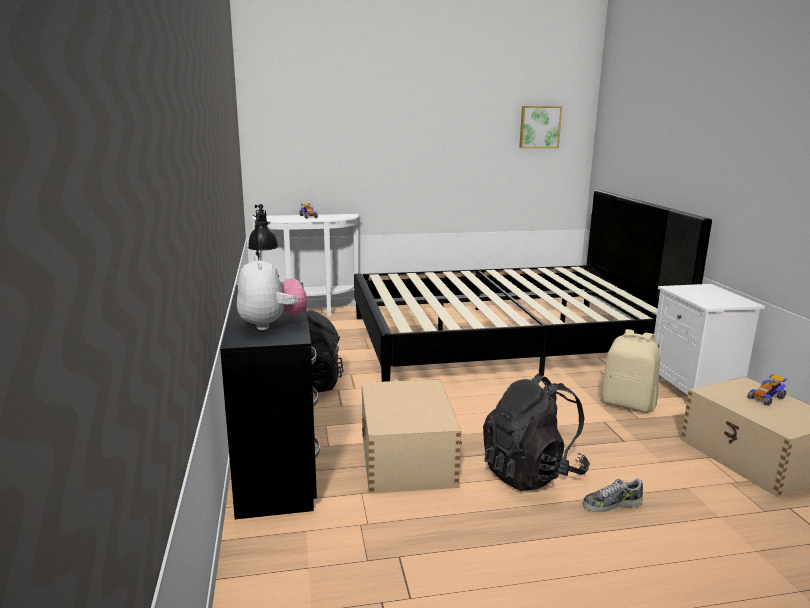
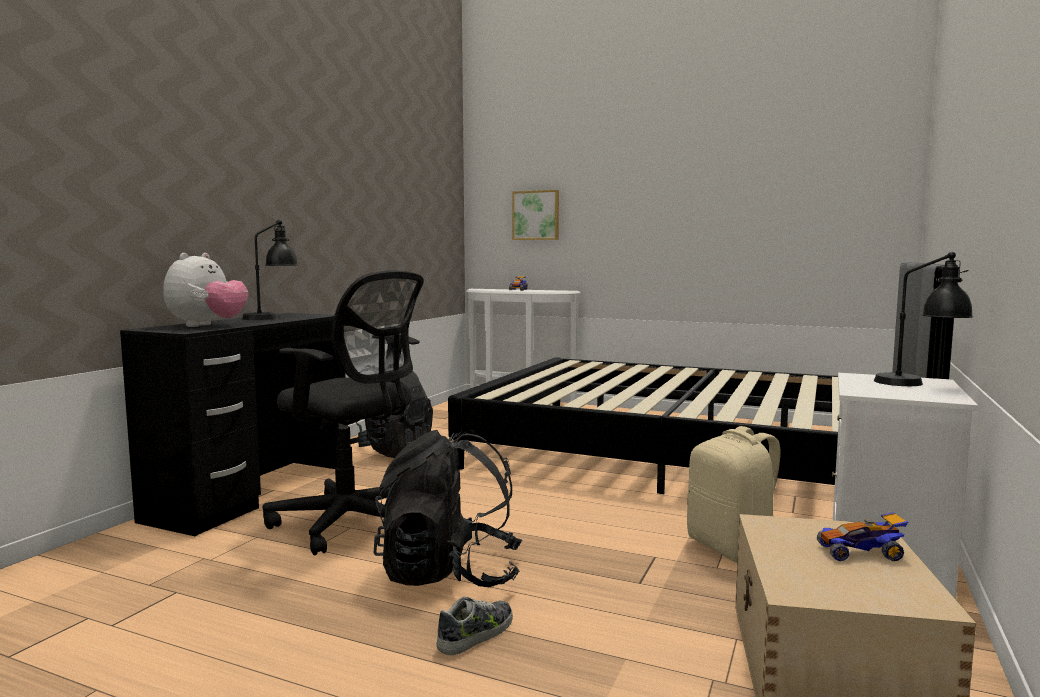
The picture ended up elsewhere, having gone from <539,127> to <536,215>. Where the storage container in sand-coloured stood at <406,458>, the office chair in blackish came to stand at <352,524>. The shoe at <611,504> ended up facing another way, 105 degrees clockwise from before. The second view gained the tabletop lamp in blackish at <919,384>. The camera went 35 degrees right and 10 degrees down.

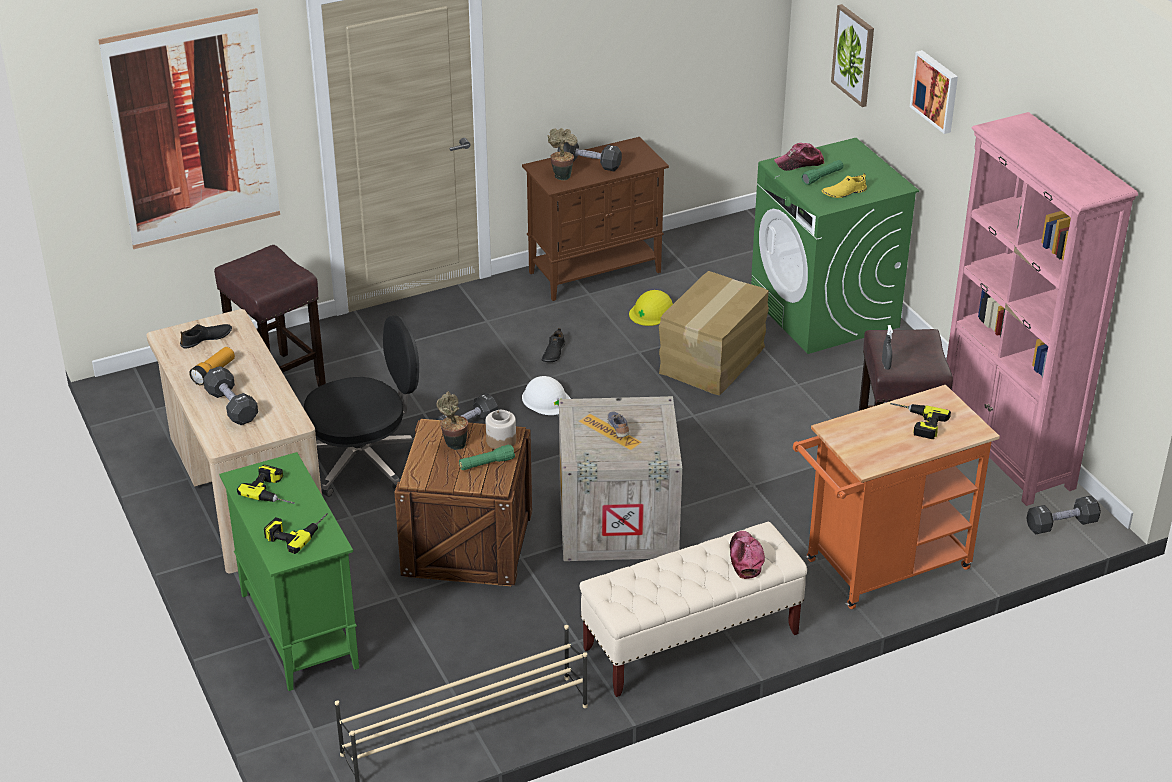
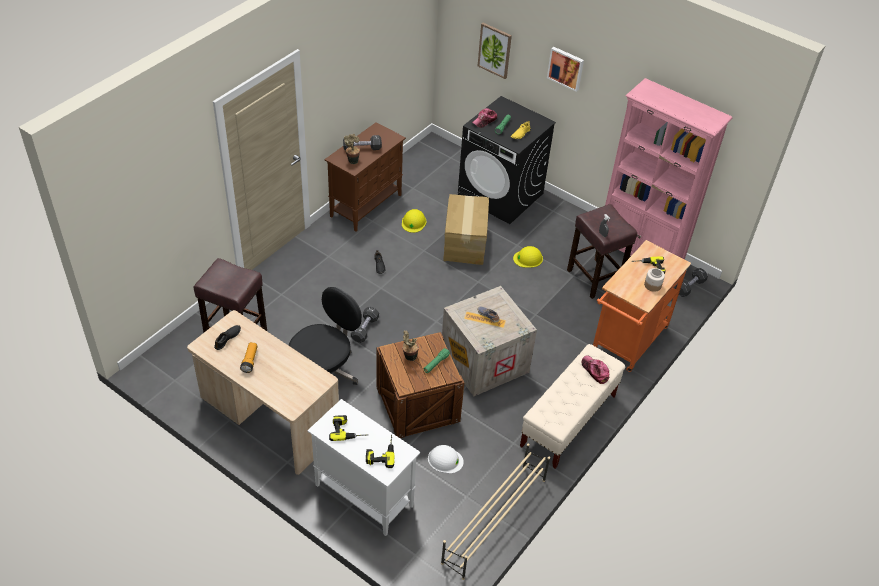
The second view lost the picture at <193,130>. What was the laundry appliance in greenish at <825,312> turned into the laundry appliance in blackish at <501,195>. The second view lost the hand weight in blackish at <232,406>. The hard hat in white ended up elsewhere, having gone from <546,399> to <445,460>. The preserve jar ended up elsewhere, having gone from <501,441> to <652,285>. What was the storage cabinet in greenish at <298,629> turned into the storage cabinet in white at <363,495>. The second view gained the hard hat in yellow-coloured at <528,258>. The camera went 30 degrees left and 10 degrees up.

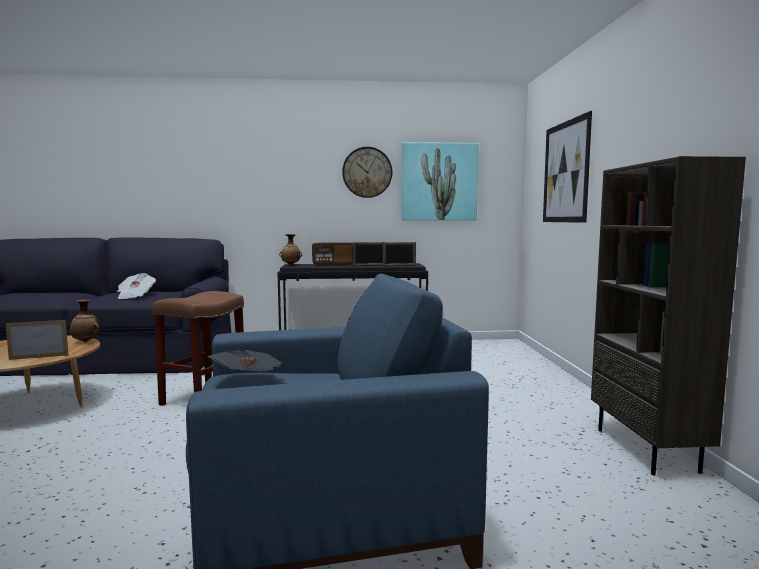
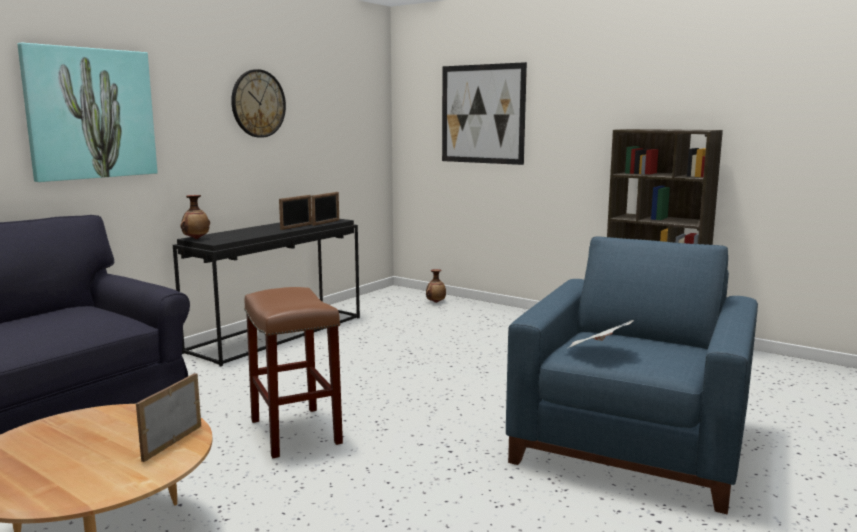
The picture ended up elsewhere, having gone from <439,182> to <90,114>. The second view lost the radio set at <333,265>. The second view lost the printed paper at <135,296>. The flower vase ended up elsewhere, having gone from <86,341> to <435,302>. The camera went 50 degrees left and 5 degrees up.

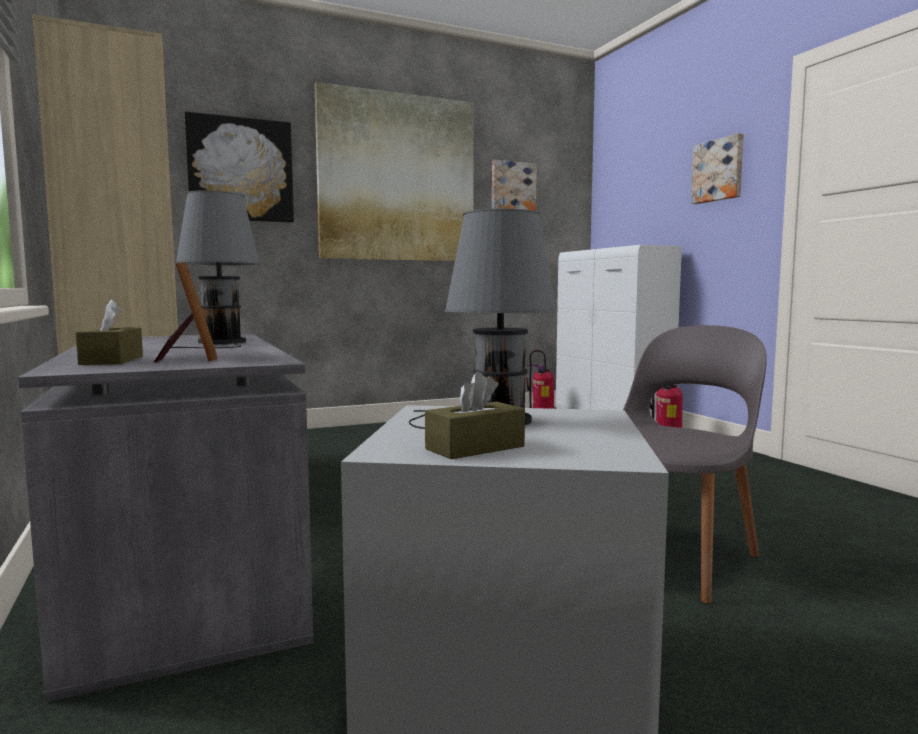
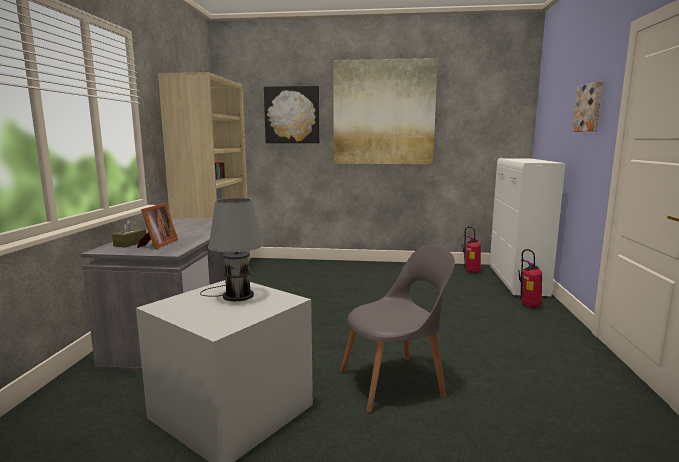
The second view lost the picture at <512,187>. The second view lost the tabletop lamp in grey at <221,343>. The second view lost the tissue holder in brown-coloured at <475,447>. The camera went 30 degrees right and 5 degrees up.

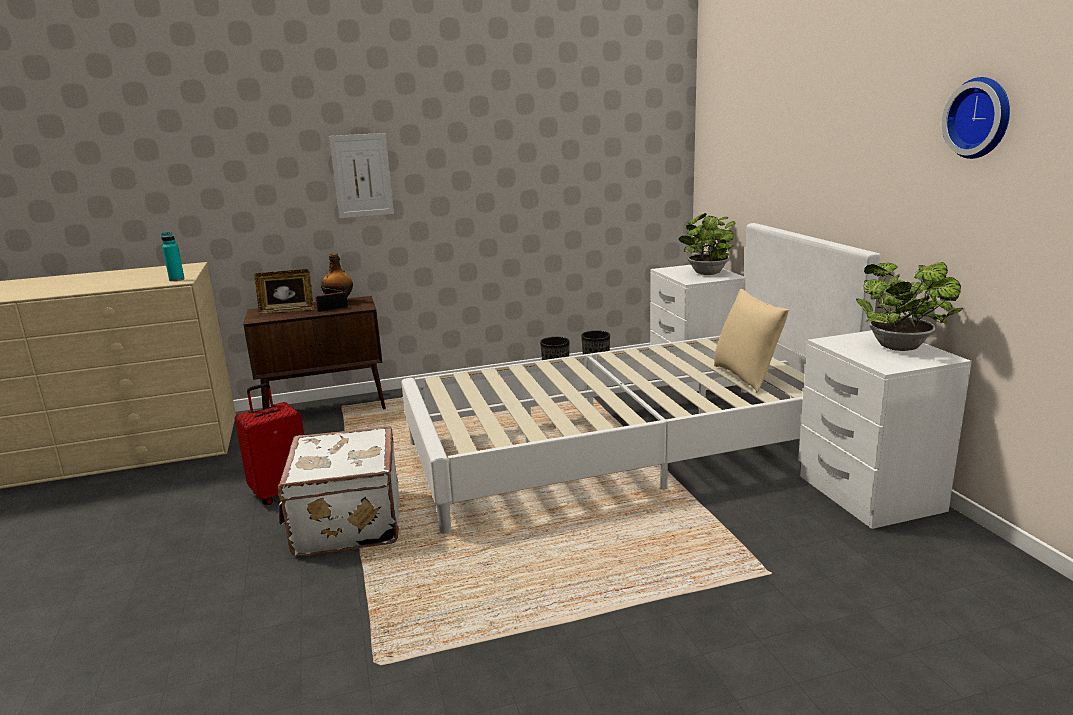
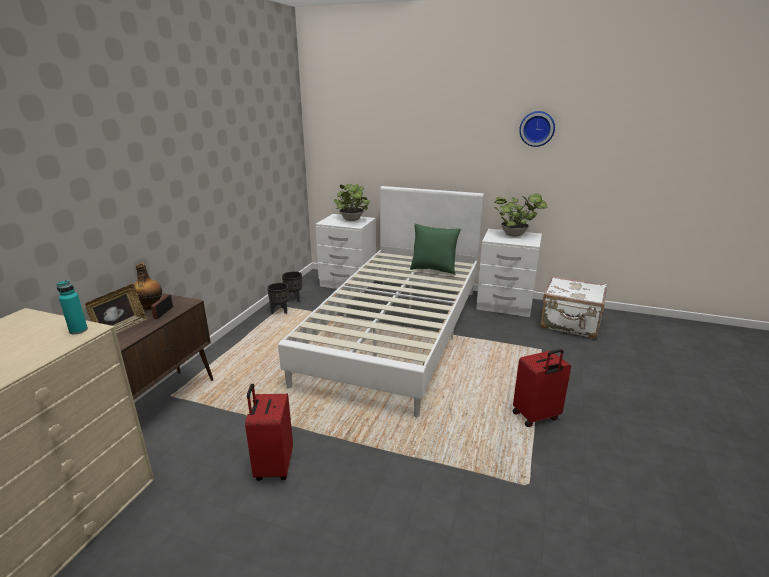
The second view lost the picture at <362,175>. What was the pillow in sand-coloured at <746,377> turned into the pillow in greenish at <433,269>. The piece of luggage in white ended up elsewhere, having gone from <346,523> to <570,324>. The second view gained the piece of luggage in reddish at <536,416>. The camera went 55 degrees left and 5 degrees up.

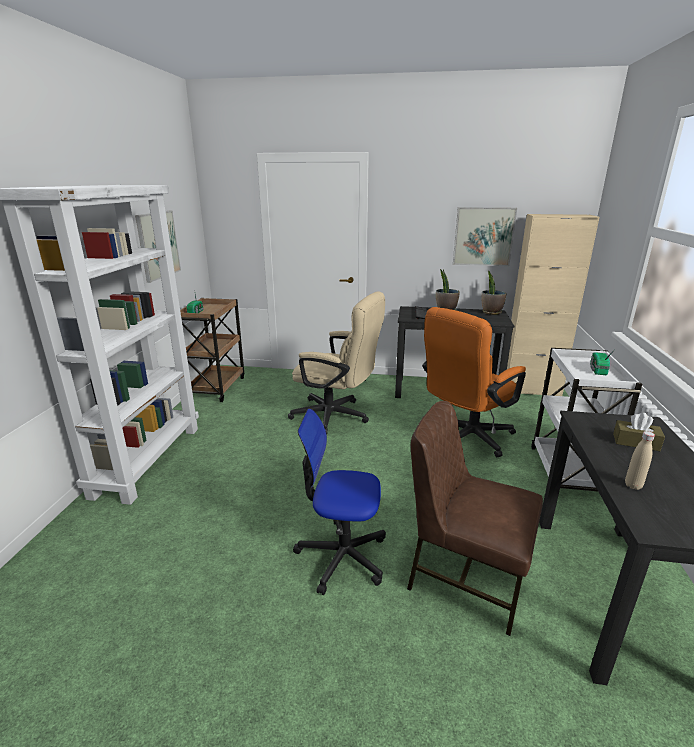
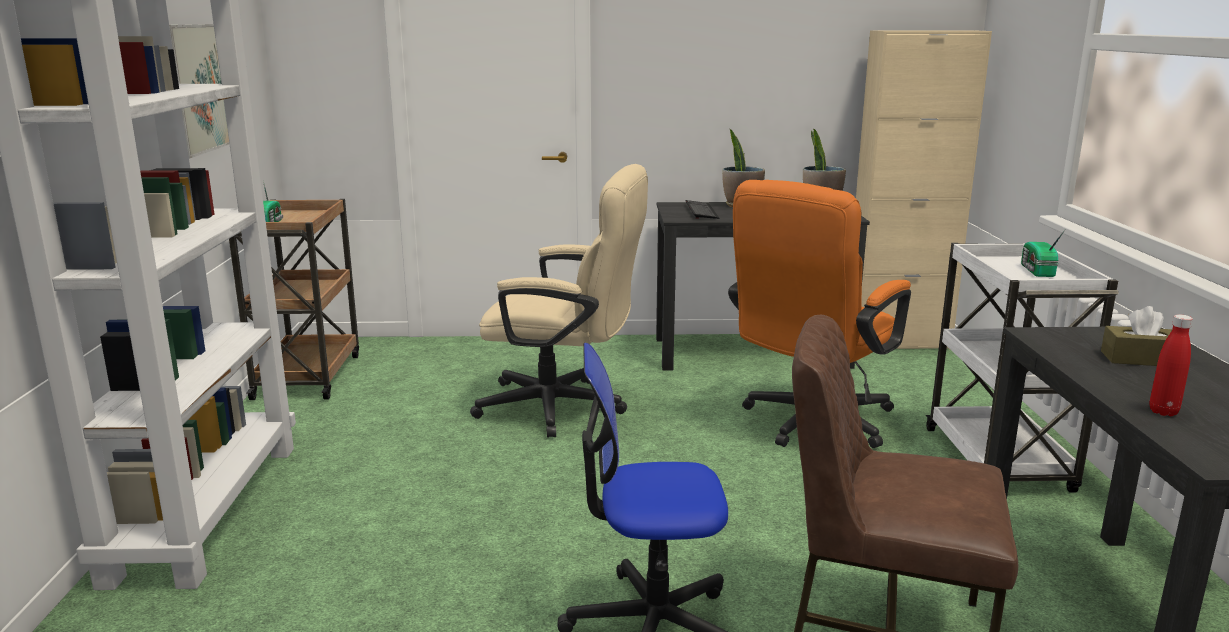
The second view lost the picture at <483,236>. What was the beverage bottle in sand-coloured at <633,485> turned into the beverage bottle in reddish at <1163,412>. The camera went 10 degrees left and 5 degrees down.

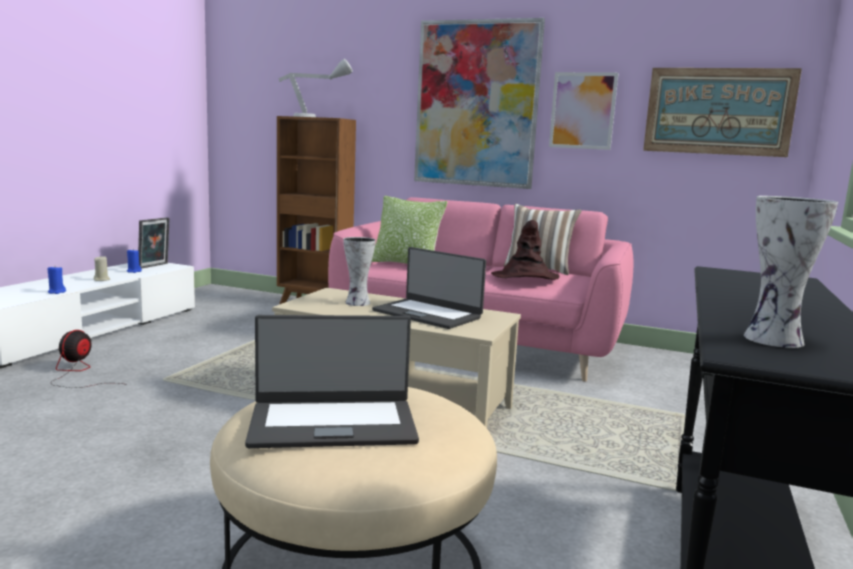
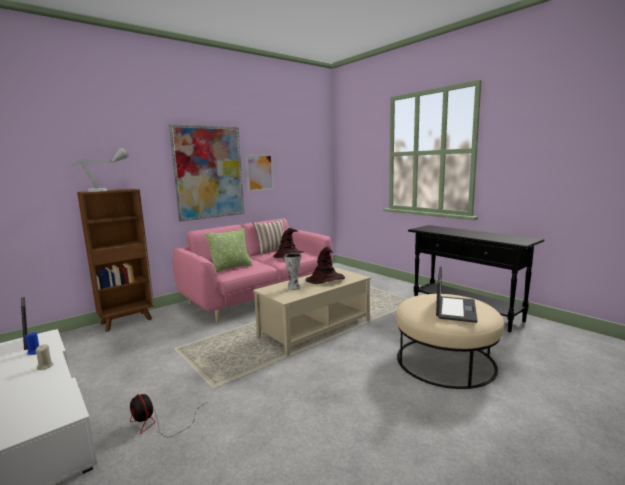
The second view lost the picture at <718,111>. The second view lost the flower vase at <774,340>. Where the laptop stood at <428,314>, the clothing hat in brown-coloured came to stand at <325,279>. The second view lost the wax light in blue at <56,292>. The camera went 60 degrees left and 0 degrees up.

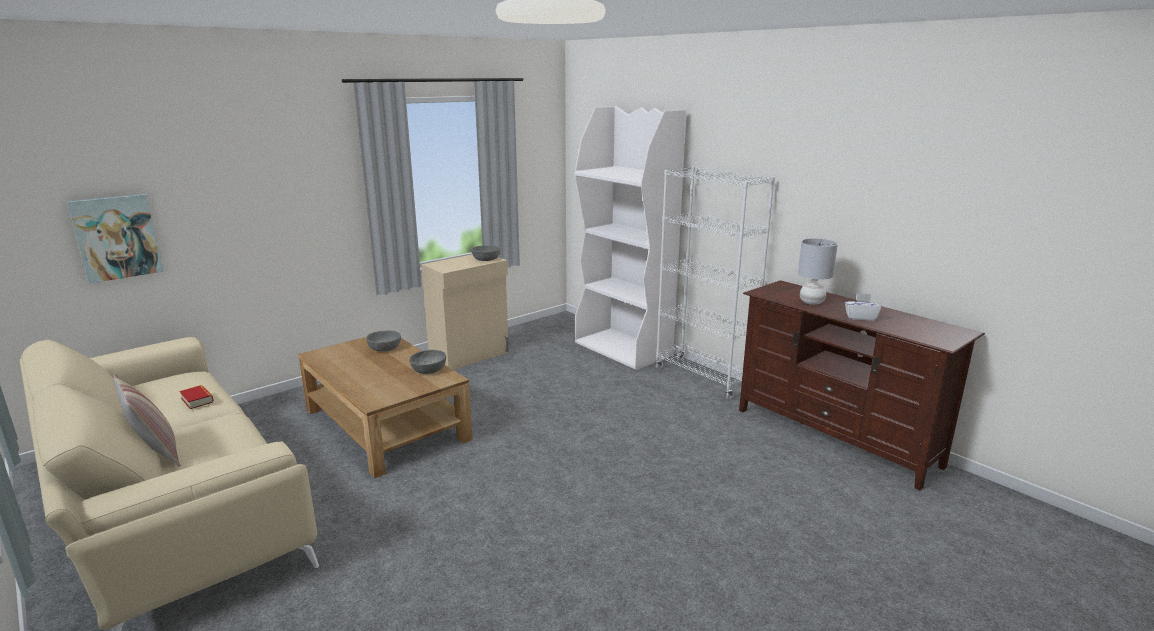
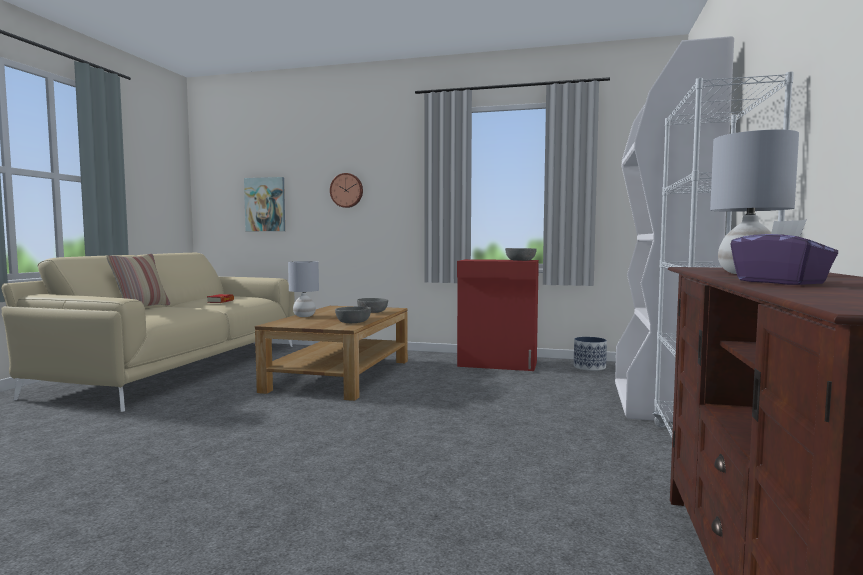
What was the storage cabinet in sand-coloured at <470,355> turned into the storage cabinet in reddish at <498,364>. What was the tissue holder in white at <860,317> turned into the tissue holder in purplish at <780,282>. The second view gained the clock on the wall at <347,190>. The second view gained the tabletop lamp in grey at <304,316>. The second view gained the flower pot at <589,367>. The camera went 55 degrees right and 15 degrees down.

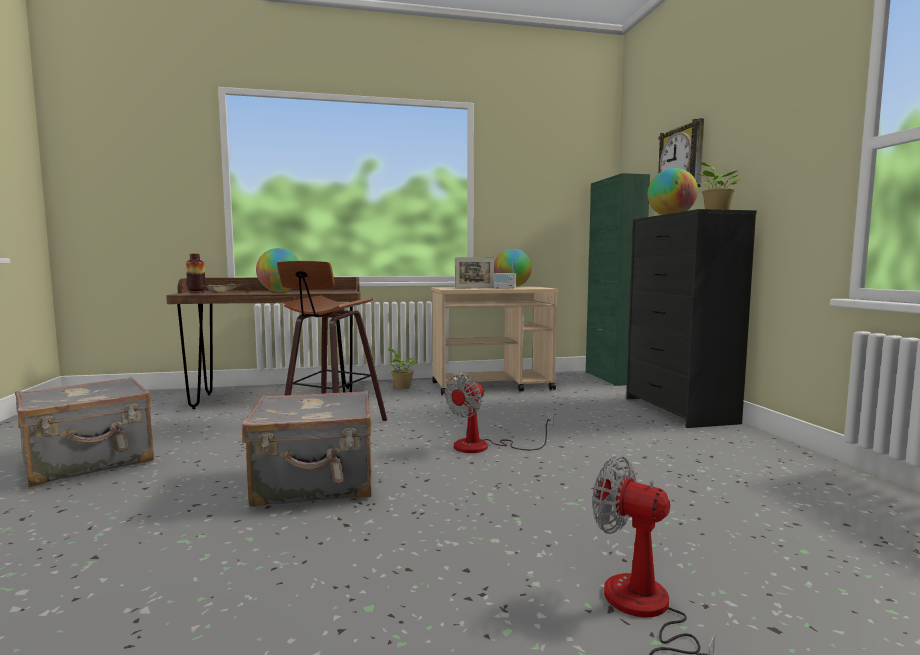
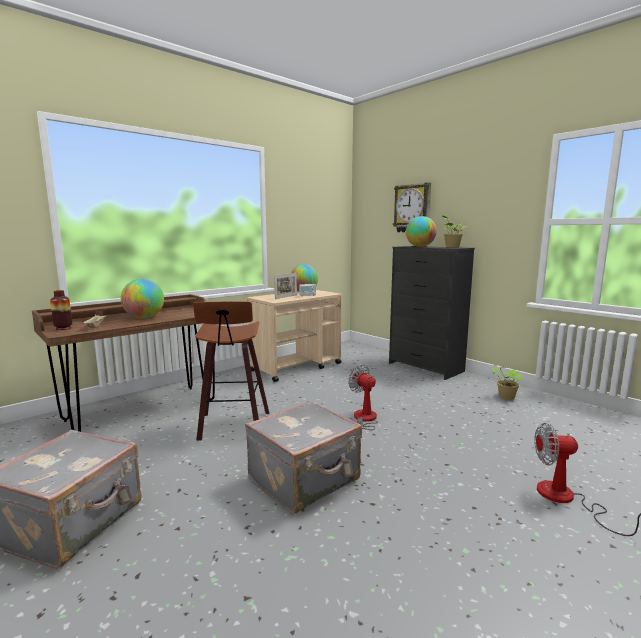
The second view lost the storage cabinet in greenish at <611,378>. The houseplant ended up elsewhere, having gone from <401,386> to <505,397>. The fan at <484,447> ended up facing another way, 135 degrees clockwise from before. The camera went 30 degrees left and 5 degrees up.

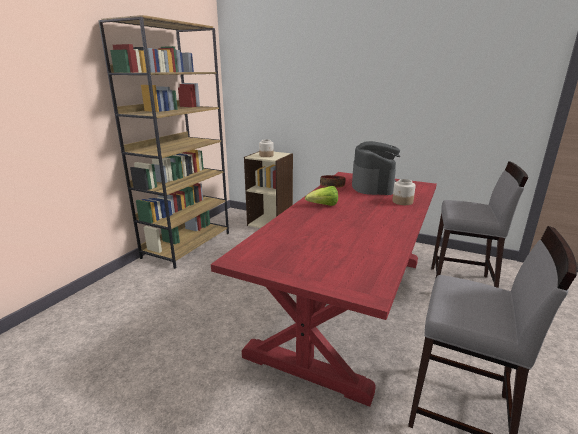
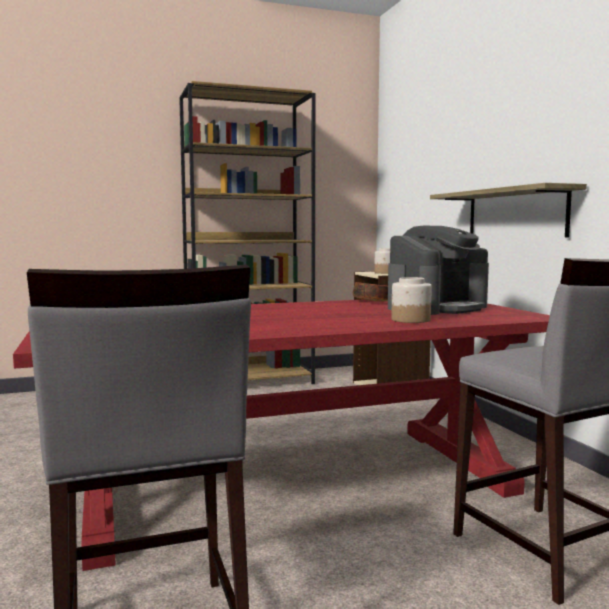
The second view lost the head of lettuce at <323,206>. The second view gained the bracket shelf at <515,213>. The camera went 45 degrees right and 15 degrees down.

